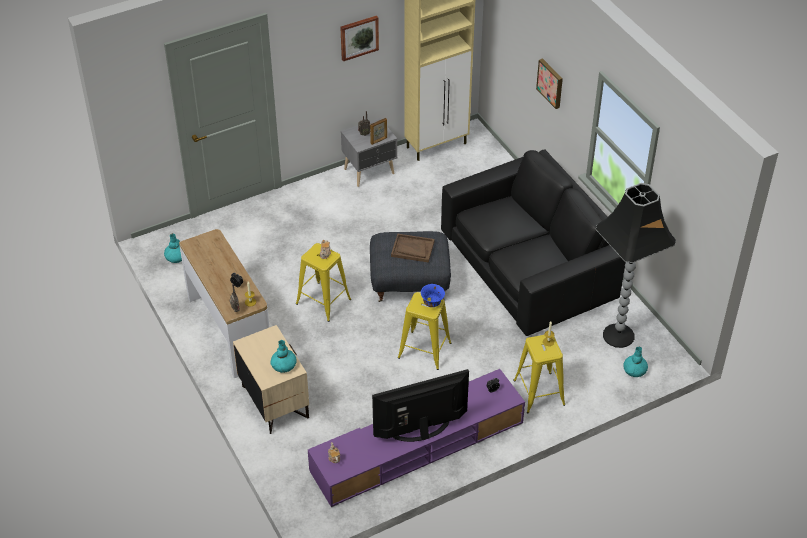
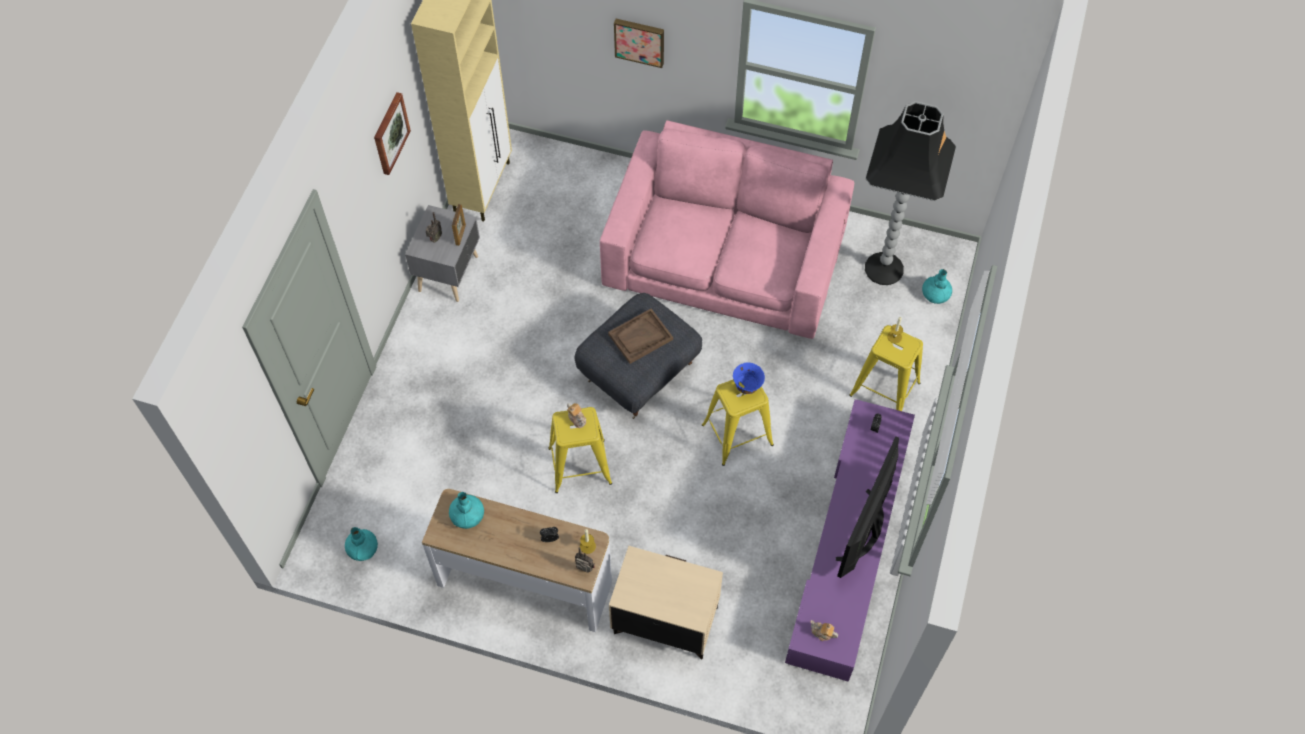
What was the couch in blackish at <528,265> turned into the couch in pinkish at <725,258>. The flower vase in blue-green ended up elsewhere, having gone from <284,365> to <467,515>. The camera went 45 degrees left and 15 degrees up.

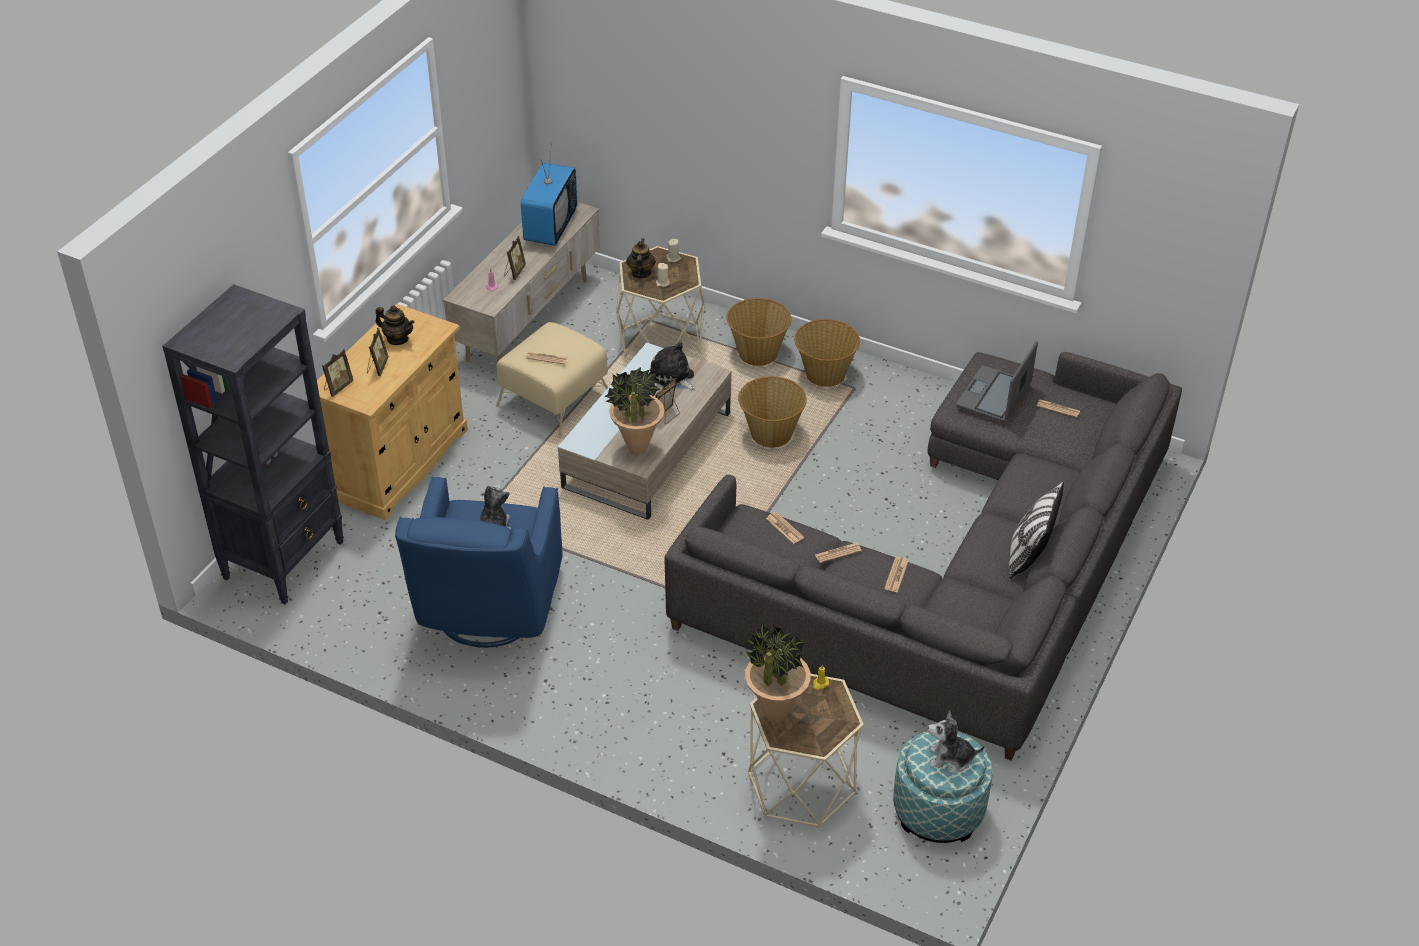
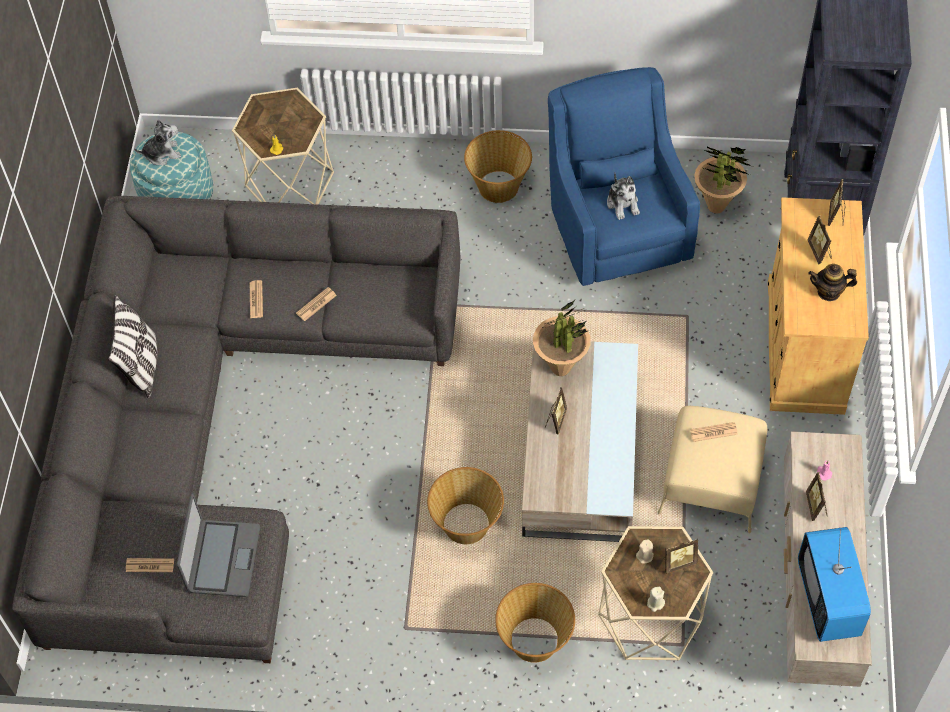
Where the tea pot stood at <640,273>, the picture frame came to stand at <678,562>. The basket ended up elsewhere, having gone from <824,375> to <498,186>. The second view lost the soft toy at <673,377>. The second view lost the printed paper at <784,528>. The houseplant ended up elsewhere, having gone from <775,714> to <716,207>. The camera went 160 degrees right and 15 degrees up.

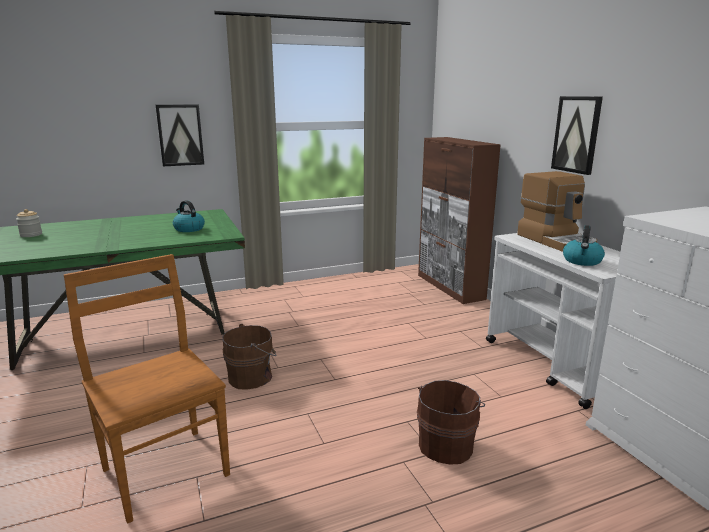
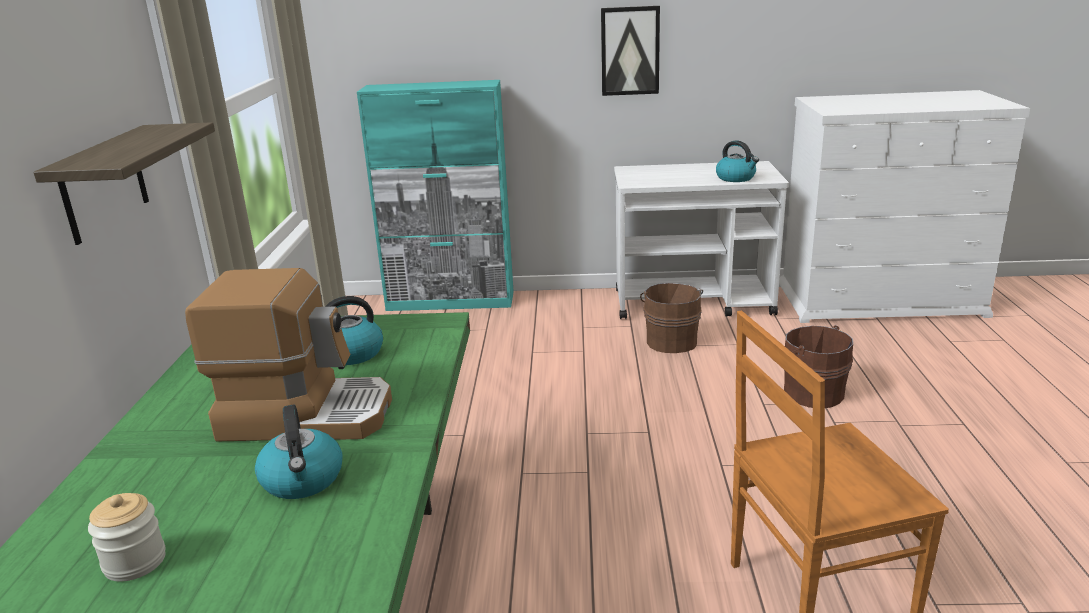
Where the picture hung at <180,135>, the bracket shelf came to hang at <104,184>. What was the storage cabinet in brown-coloured at <450,287> turned into the storage cabinet in blue-green at <451,301>. The coffee machine ended up elsewhere, having gone from <556,241> to <306,414>. The bucket in brown-coloured ended up elsewhere, having gone from <252,377> to <671,341>. The second view gained the tea kettle at <303,480>. The camera went 65 degrees left and 5 degrees up.

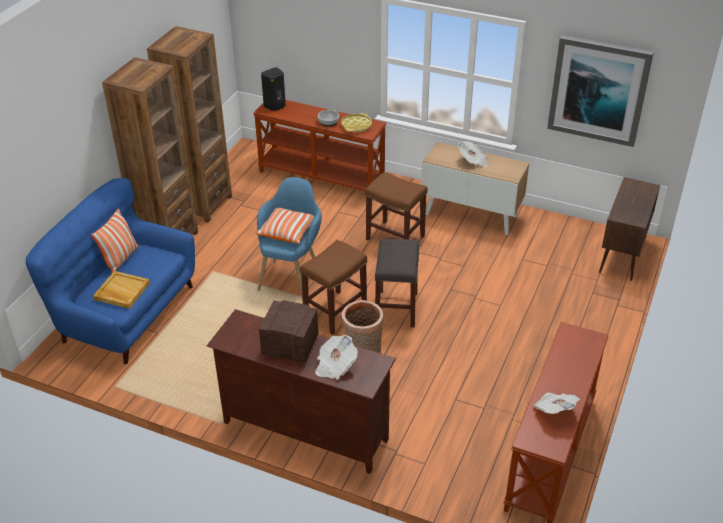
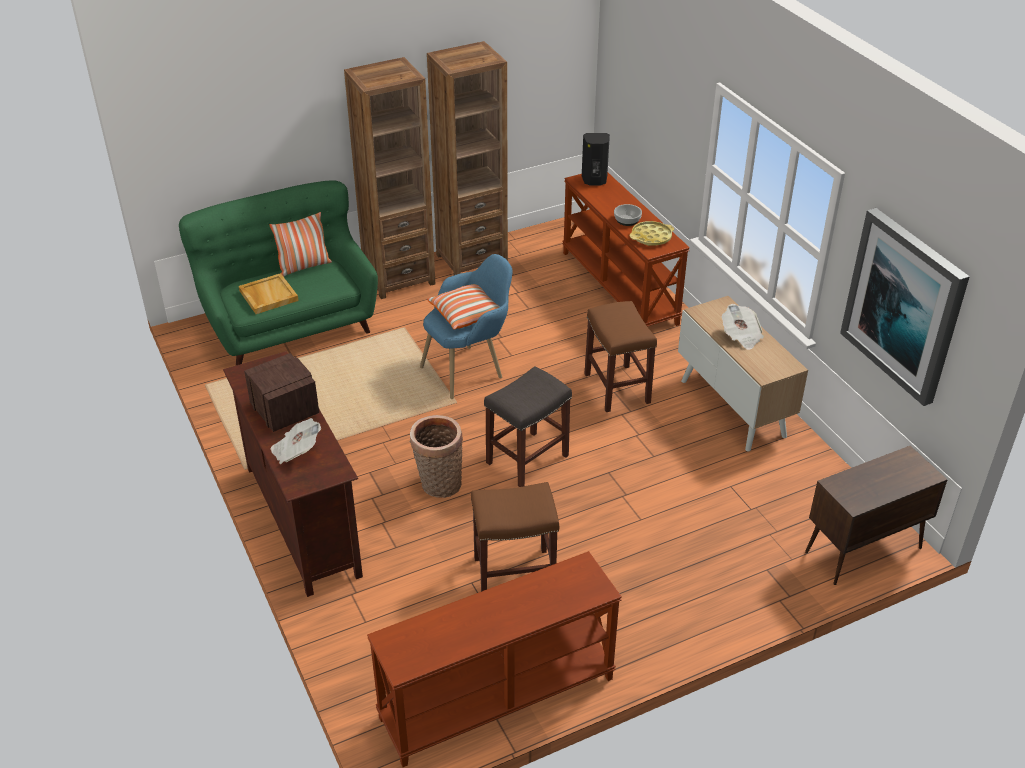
What was the couch in blue at <125,312> turned into the couch in greenish at <289,324>. The stool in brown-coloured ended up elsewhere, having gone from <335,311> to <515,573>. The second view lost the printed paper at <554,409>. The camera went 40 degrees right and 0 degrees up.

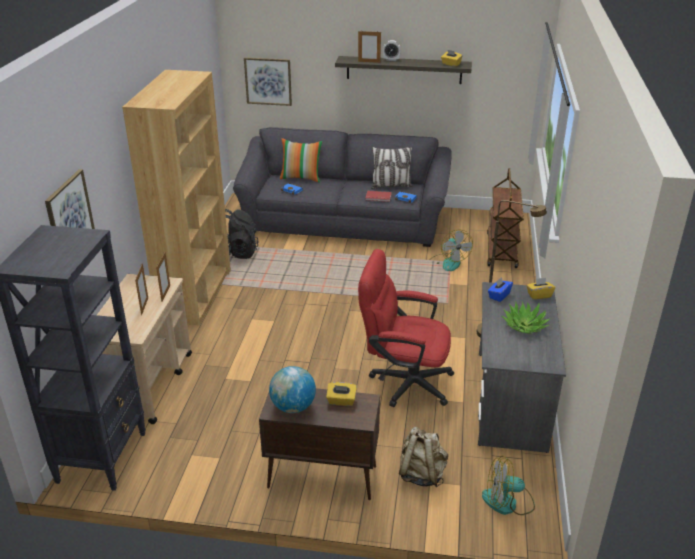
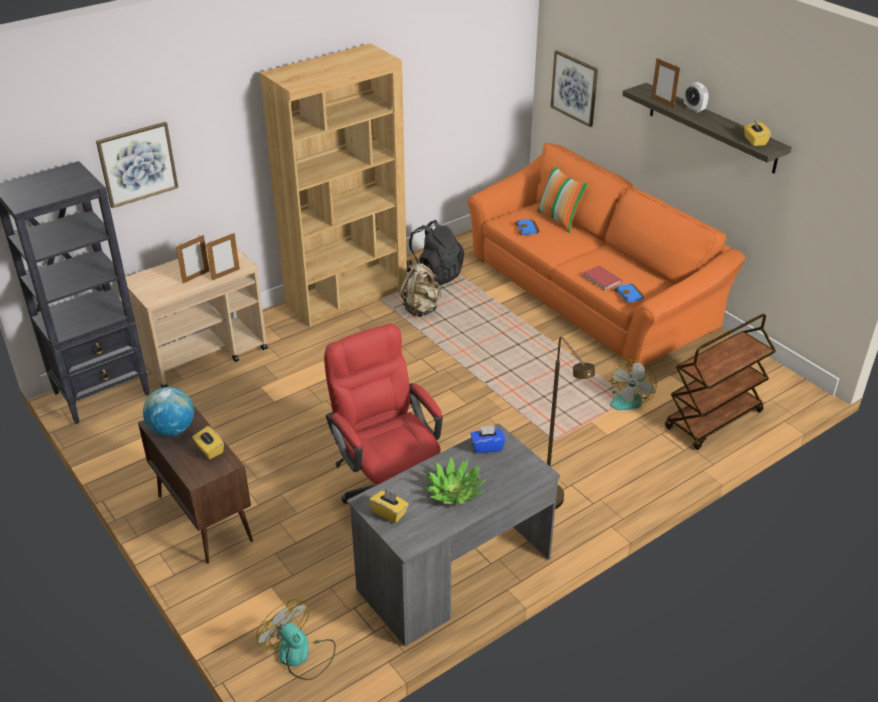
What was the couch in grey at <344,221> turned into the couch in orange-coloured at <590,292>. The second view lost the pillow at <391,186>. The tissue holder in yellow-coloured ended up elsewhere, having gone from <539,295> to <389,513>. The rucksack in sand-coloured ended up elsewhere, having gone from <421,474> to <421,309>. The camera went 45 degrees right and 5 degrees up.

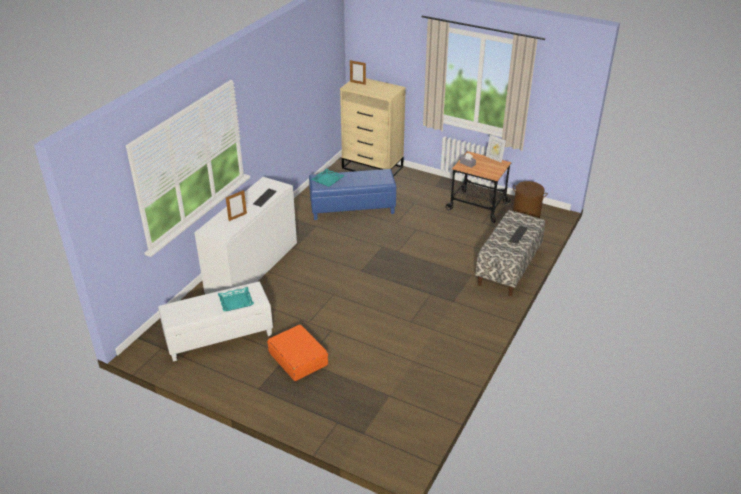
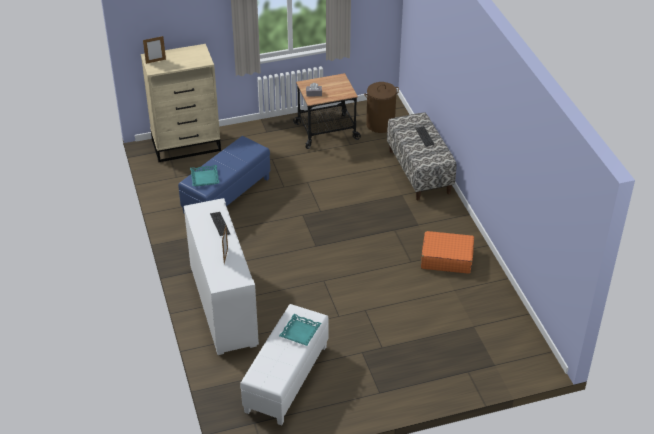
The second view lost the picture frame at <494,158>. The piece of luggage in orange-coloured ended up elsewhere, having gone from <298,358> to <446,258>. The camera went 45 degrees left and 5 degrees up.

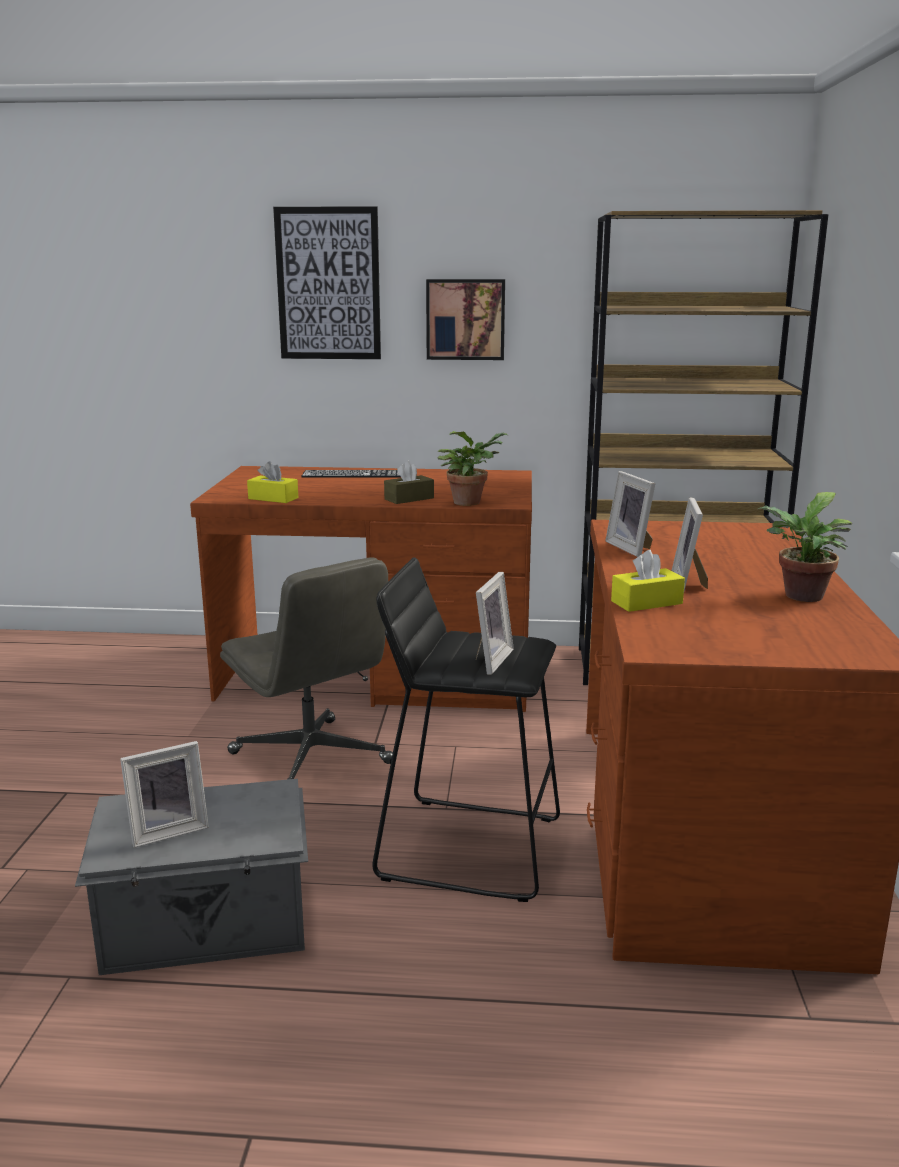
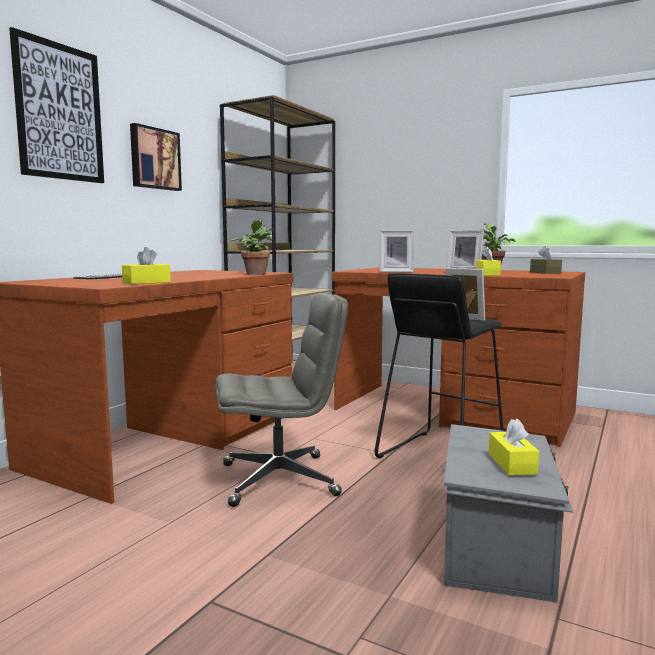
The tissue holder in brown-coloured ended up elsewhere, having gone from <409,498> to <545,272>. Where the picture frame stood at <168,830>, the tissue holder in yellow-coloured came to stand at <512,464>. The camera went 65 degrees left and 10 degrees down.

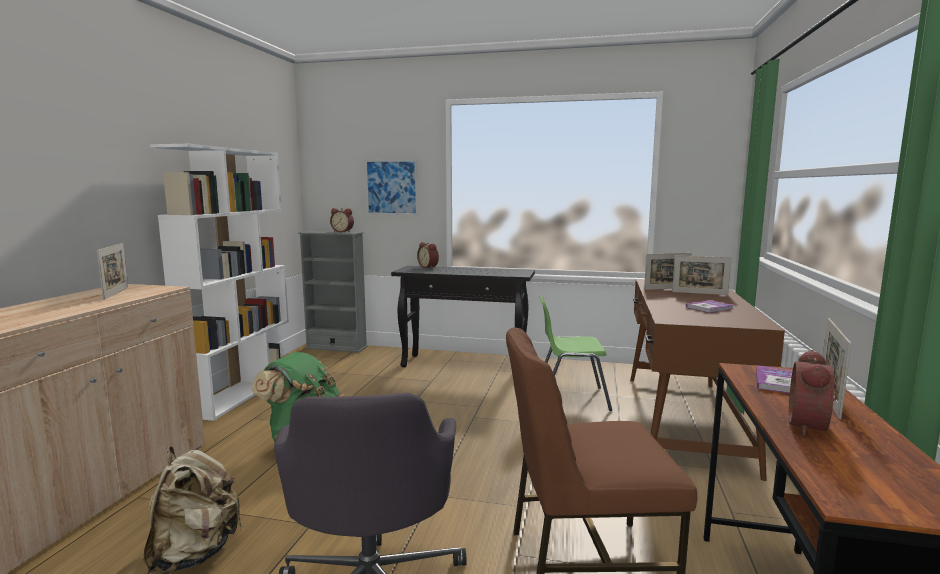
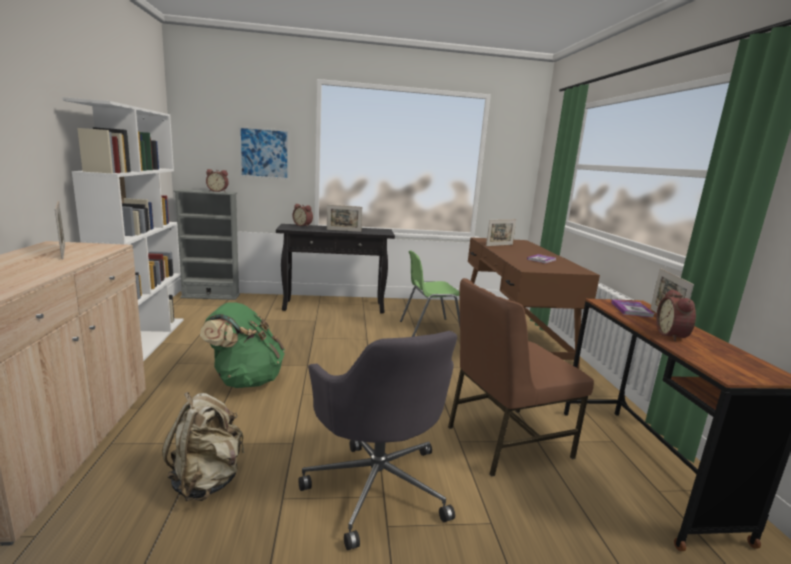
The picture frame ended up elsewhere, having gone from <699,293> to <343,230>. The camera went 20 degrees left and 5 degrees up.

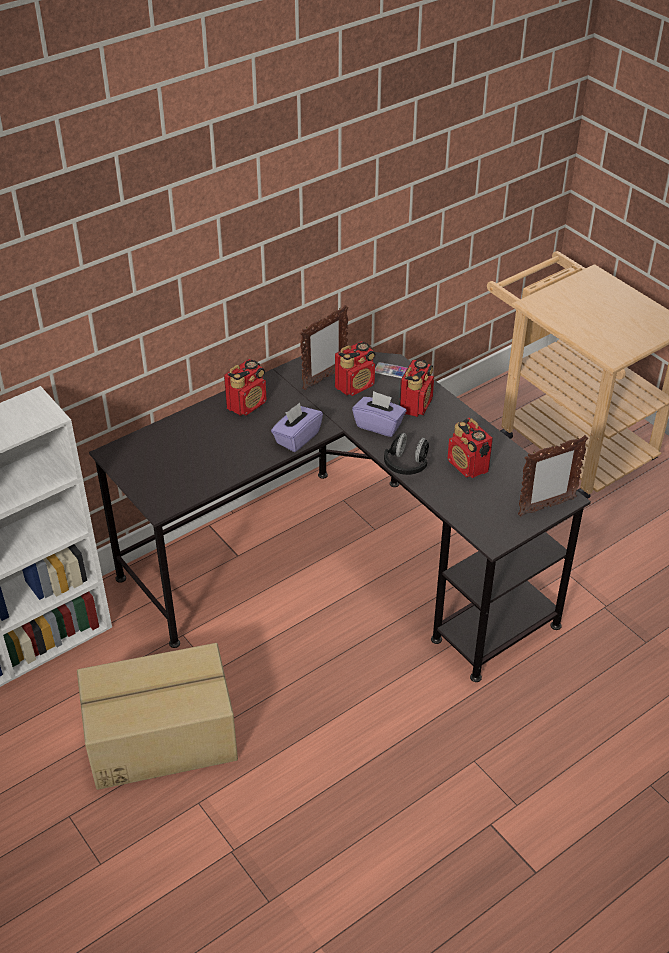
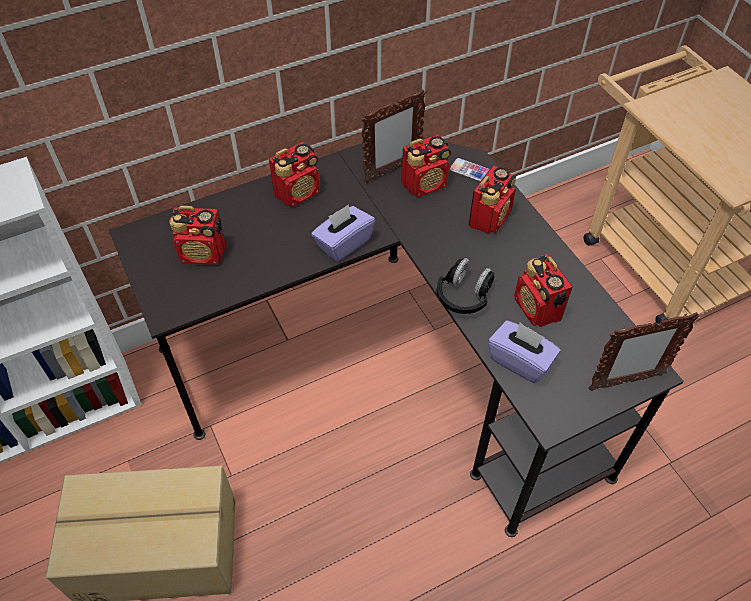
The tissue holder in purplish ended up elsewhere, having gone from <379,425> to <520,361>. The second view gained the radio set at <203,254>. The camera went 10 degrees right and 10 degrees up.

